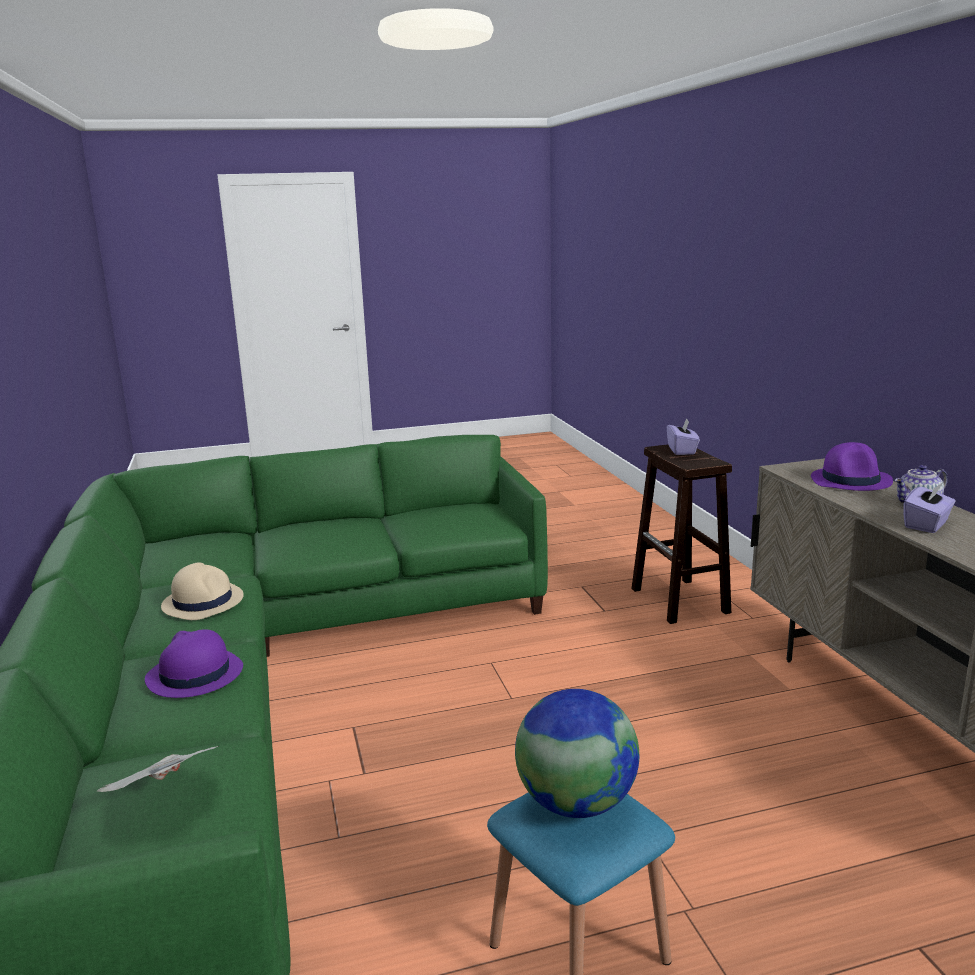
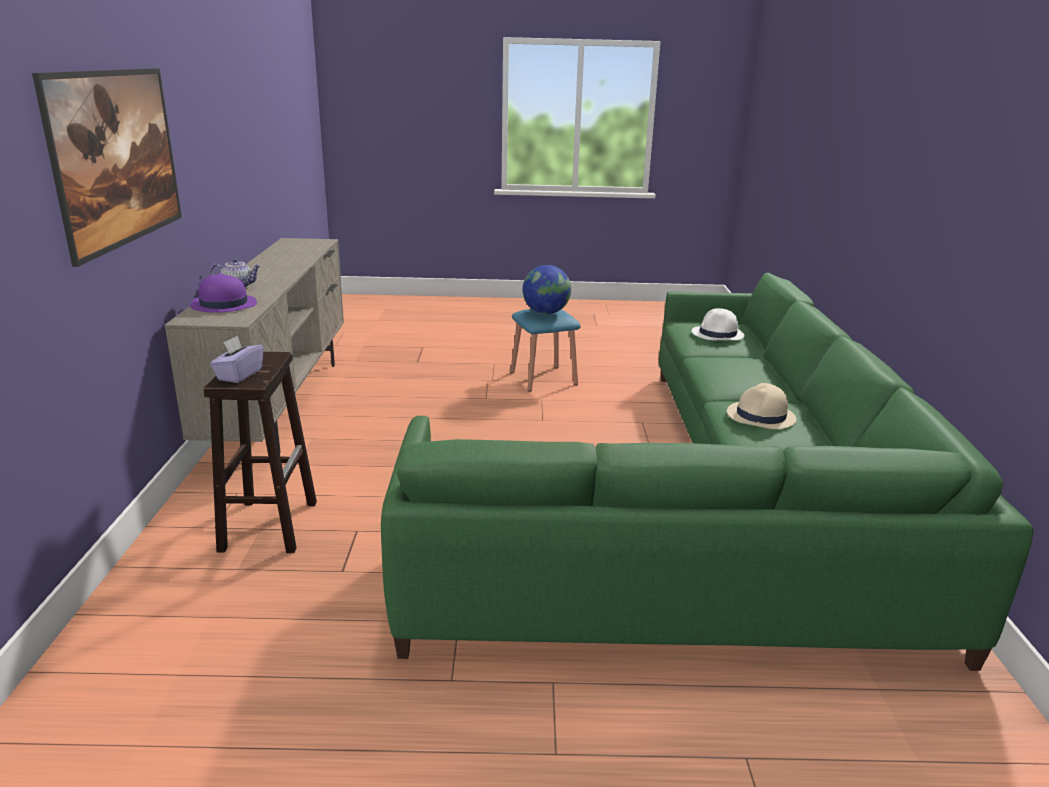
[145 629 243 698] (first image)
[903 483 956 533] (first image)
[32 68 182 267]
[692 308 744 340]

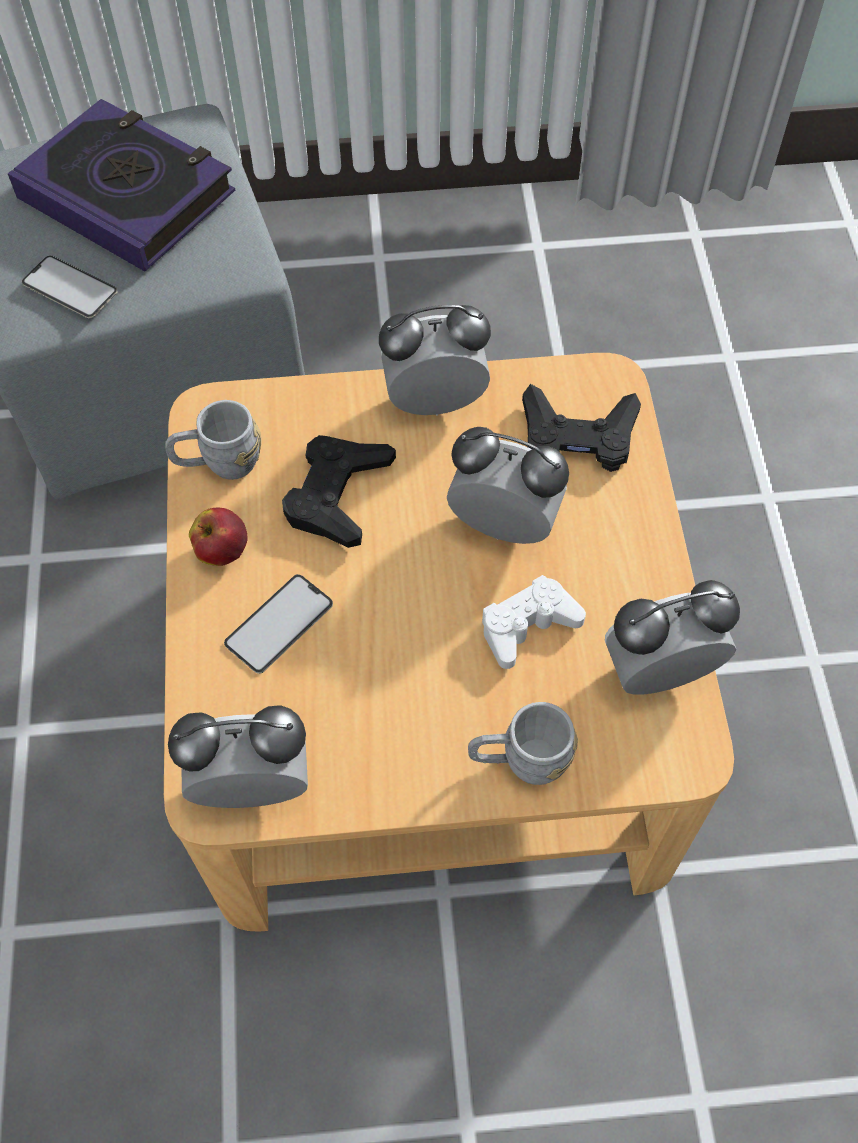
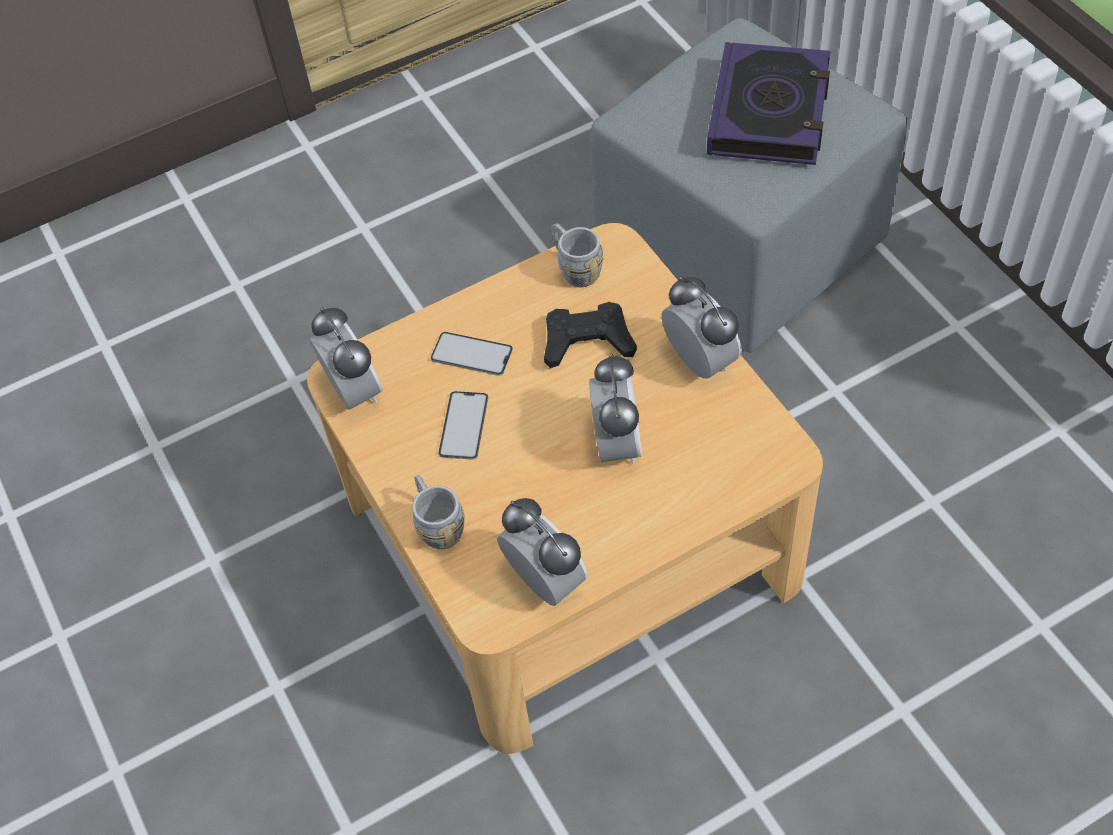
[189 508 248 566] (first image)
[482 575 586 669] (first image)
[522 384 641 472] (first image)
[438 391 488 460]

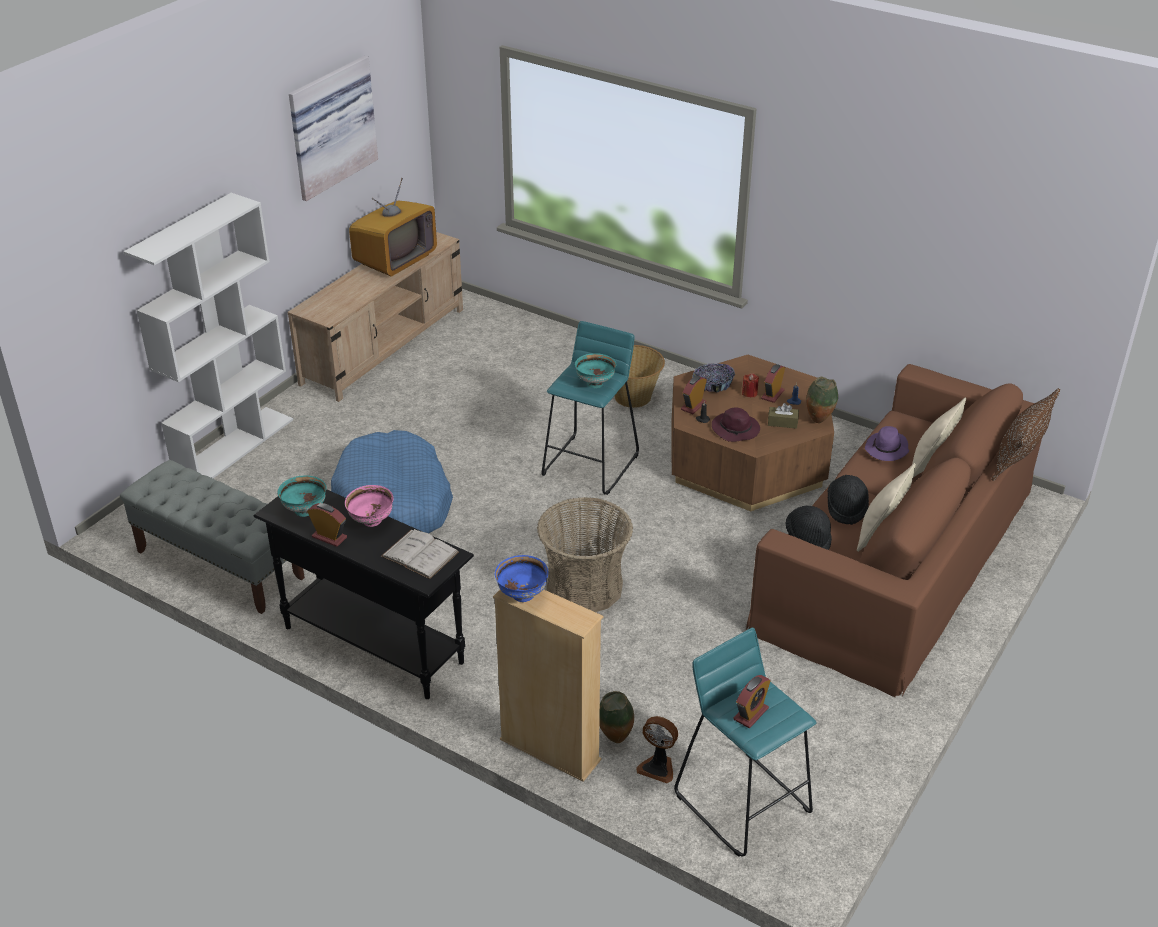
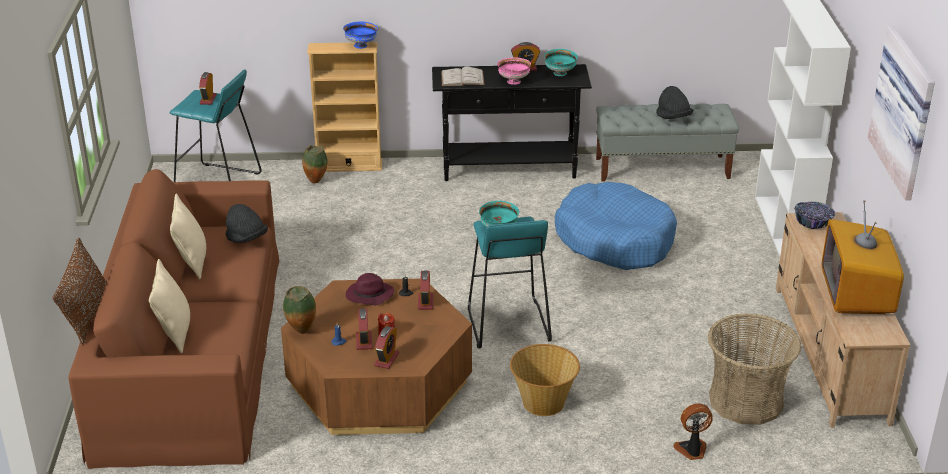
[768 403 799 429] (first image)
[865 426 909 461] (first image)
[374 326 399 369]
[708 313 801 425]
[673 404 713 460]
[794 202 836 229]
[656 86 693 119]

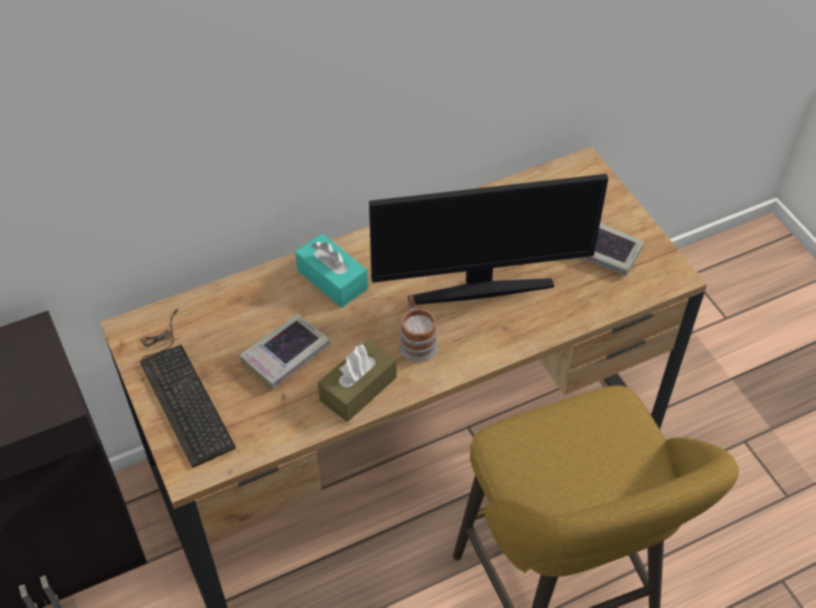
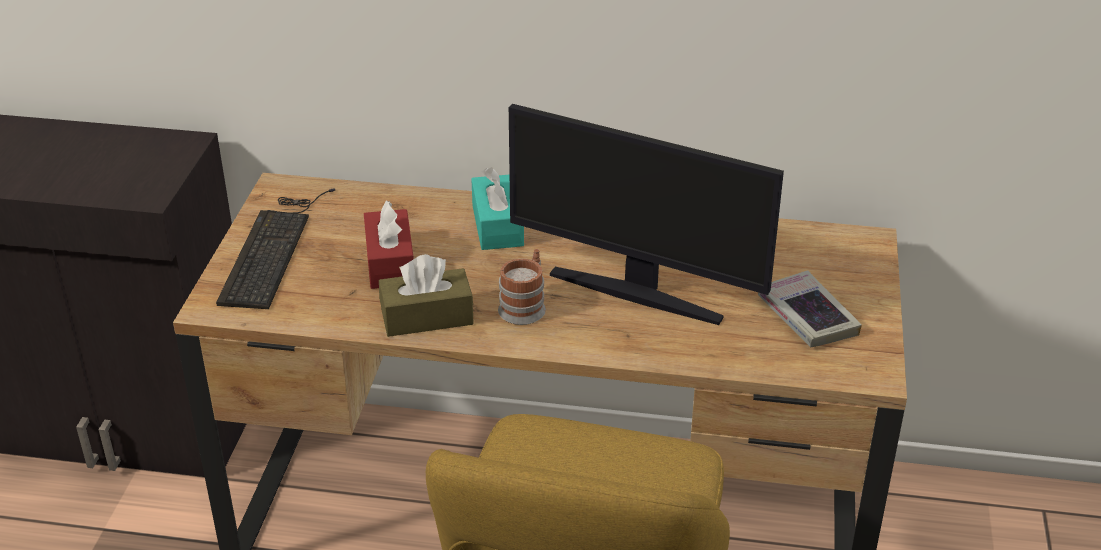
[364 200 414 289]

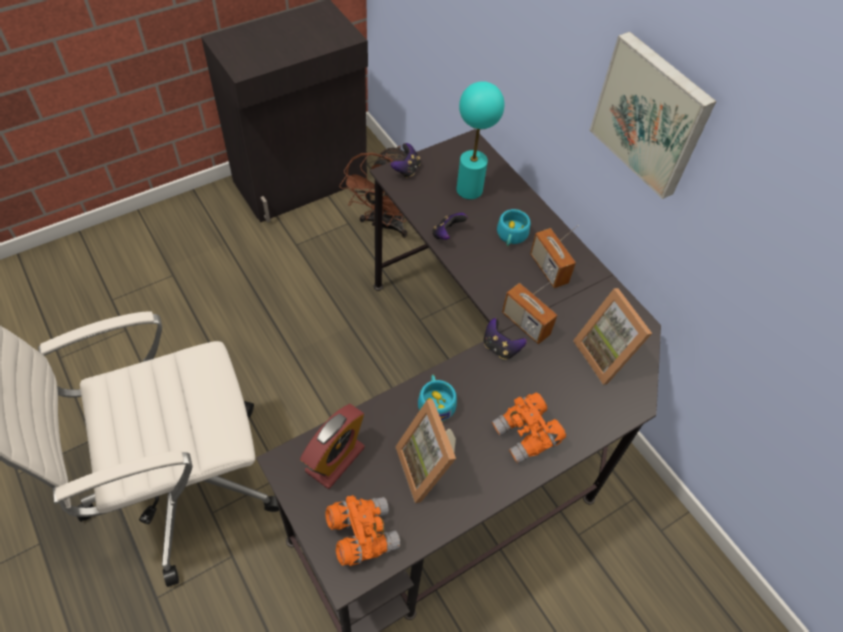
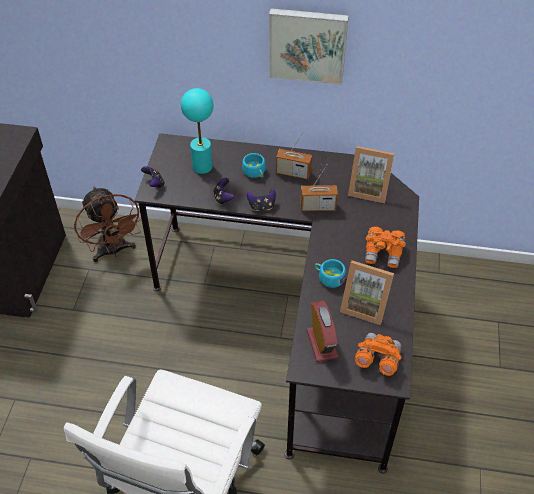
[247 189 276 211]

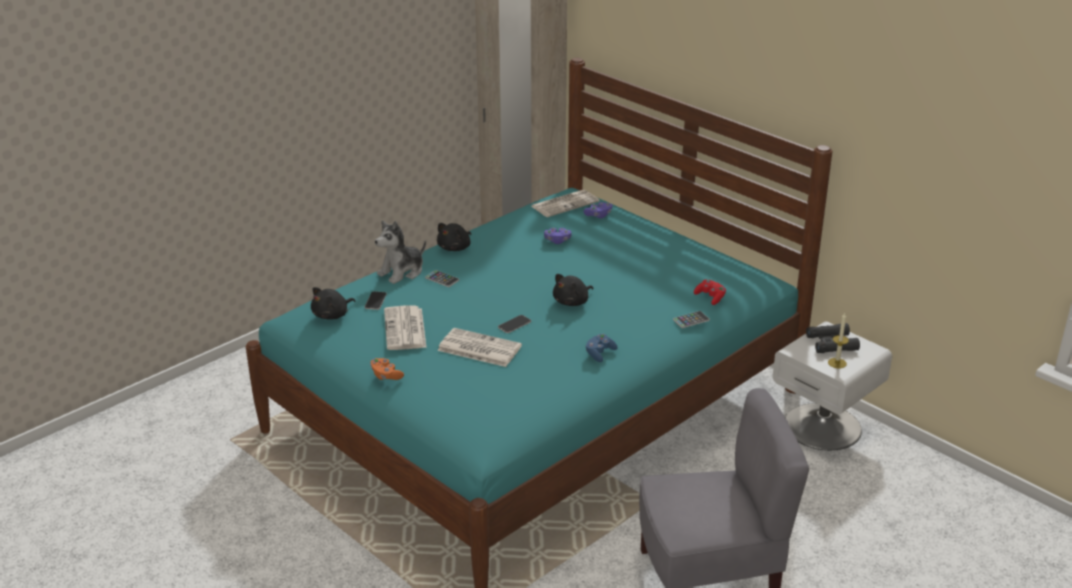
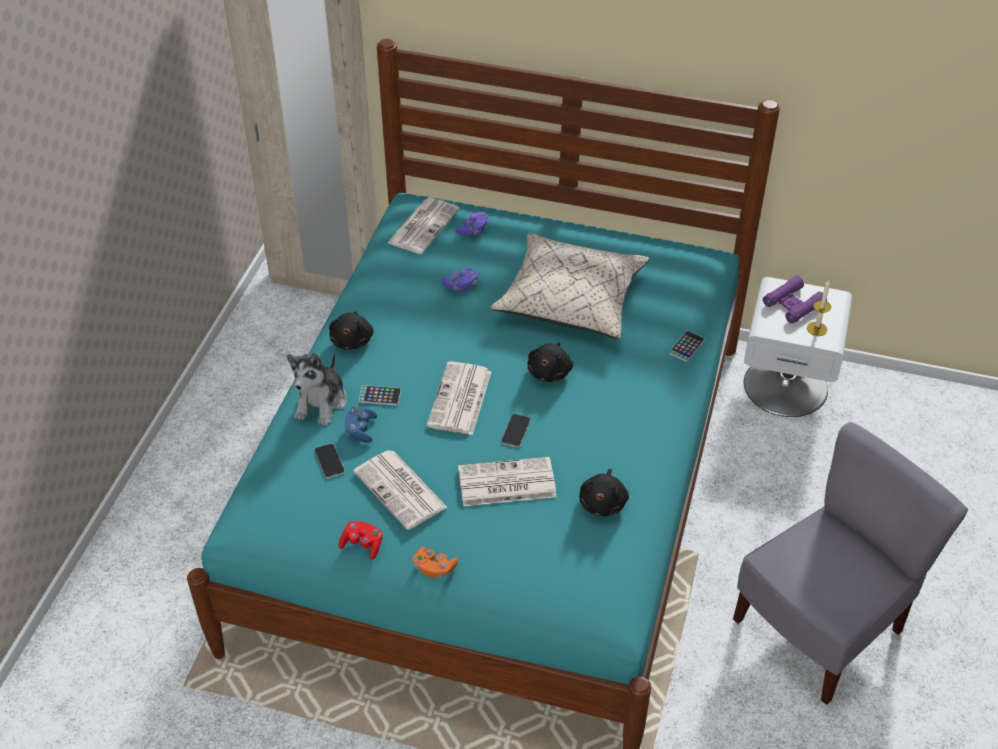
[427 361 491 435]
[491 233 649 339]
[579 469 629 516]
[345 406 377 443]
[339 521 383 560]
[763 276 827 324]

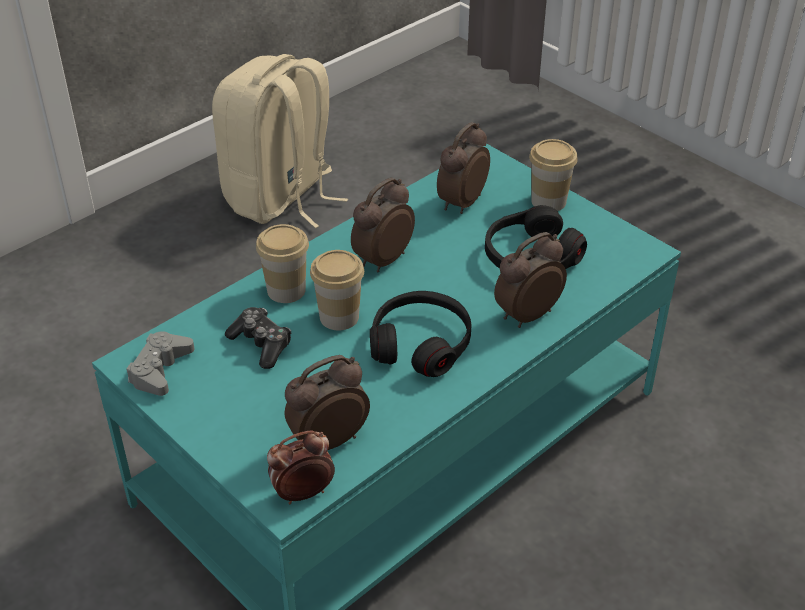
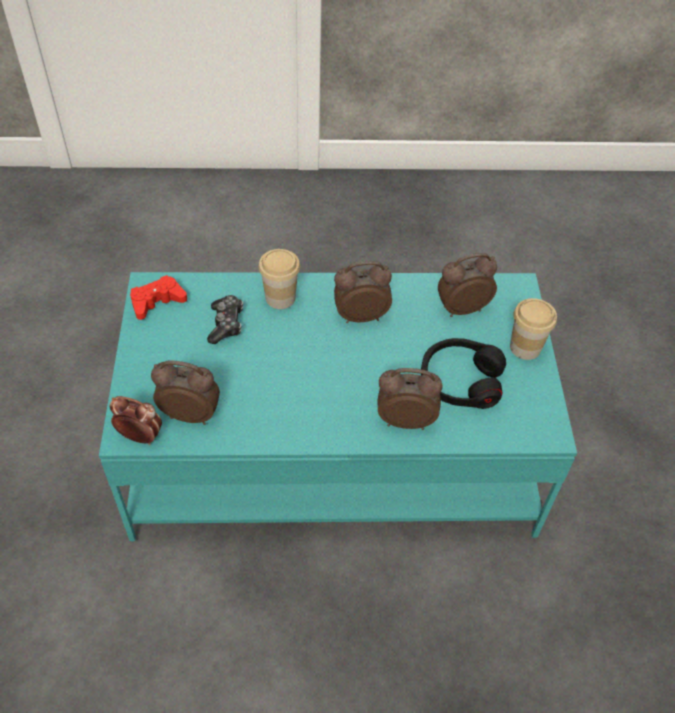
[212 54 348 228] (first image)
[310 250 364 330] (first image)
[370 291 471 377] (first image)
[130 275 187 320]

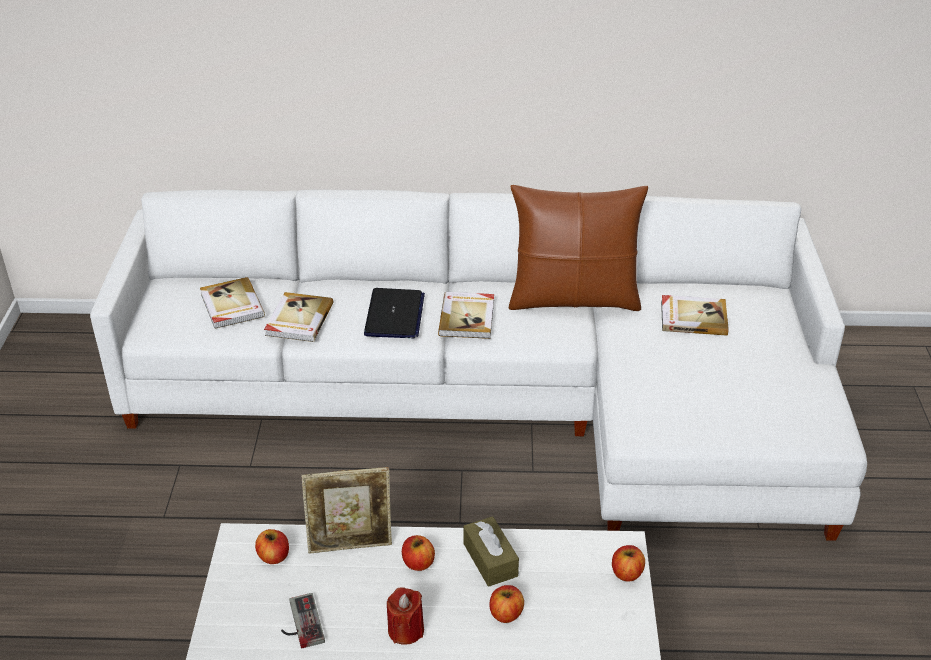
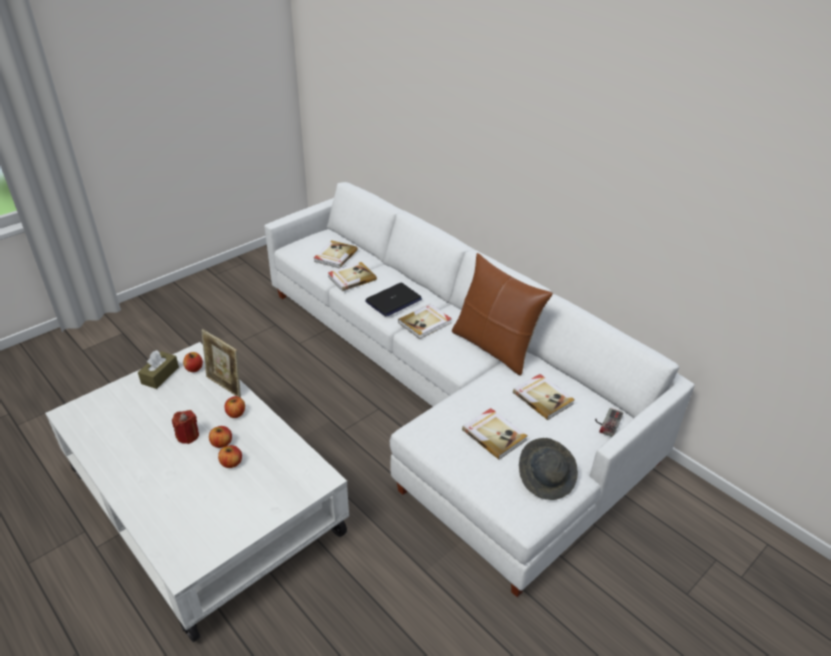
[462 408 527 460]
[519 438 578 500]
[595 408 623 437]
[138 350 179 389]
[209 426 232 448]

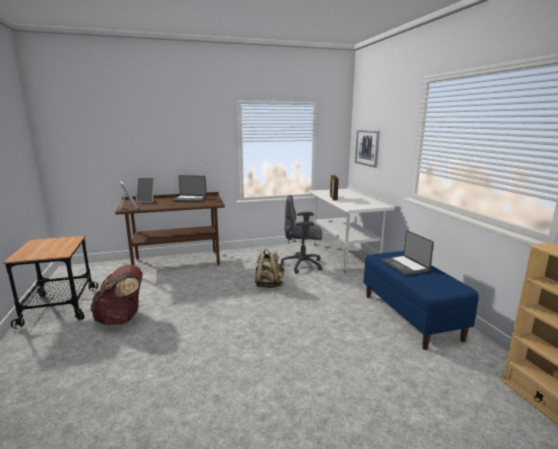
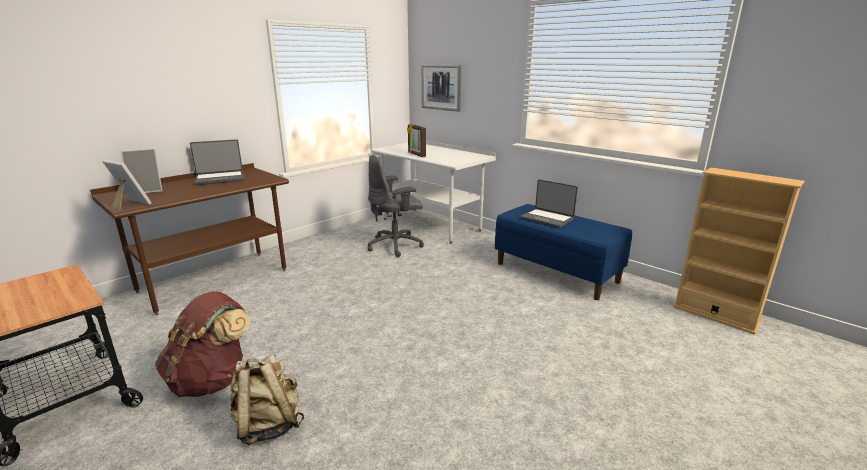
[230 354 304 445]

